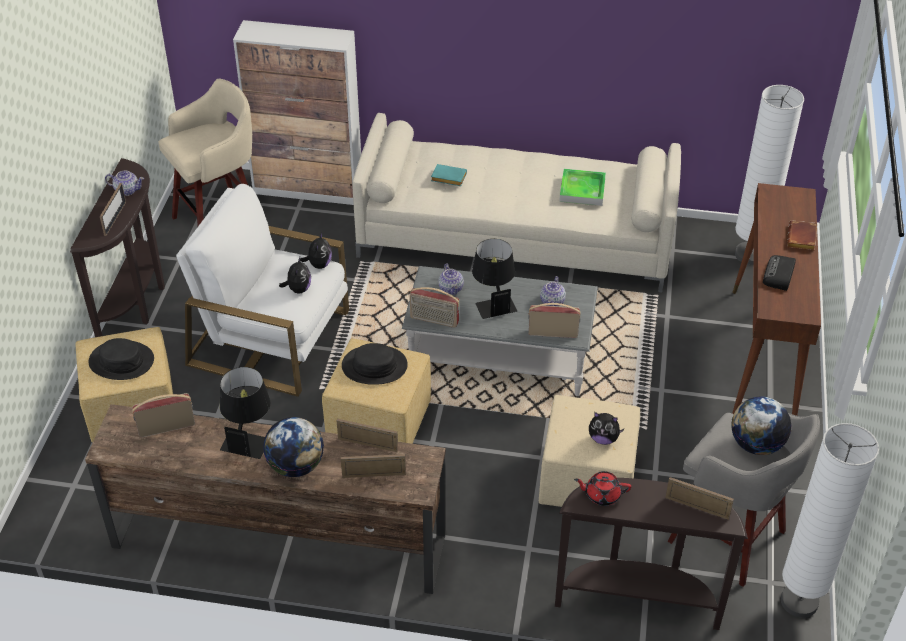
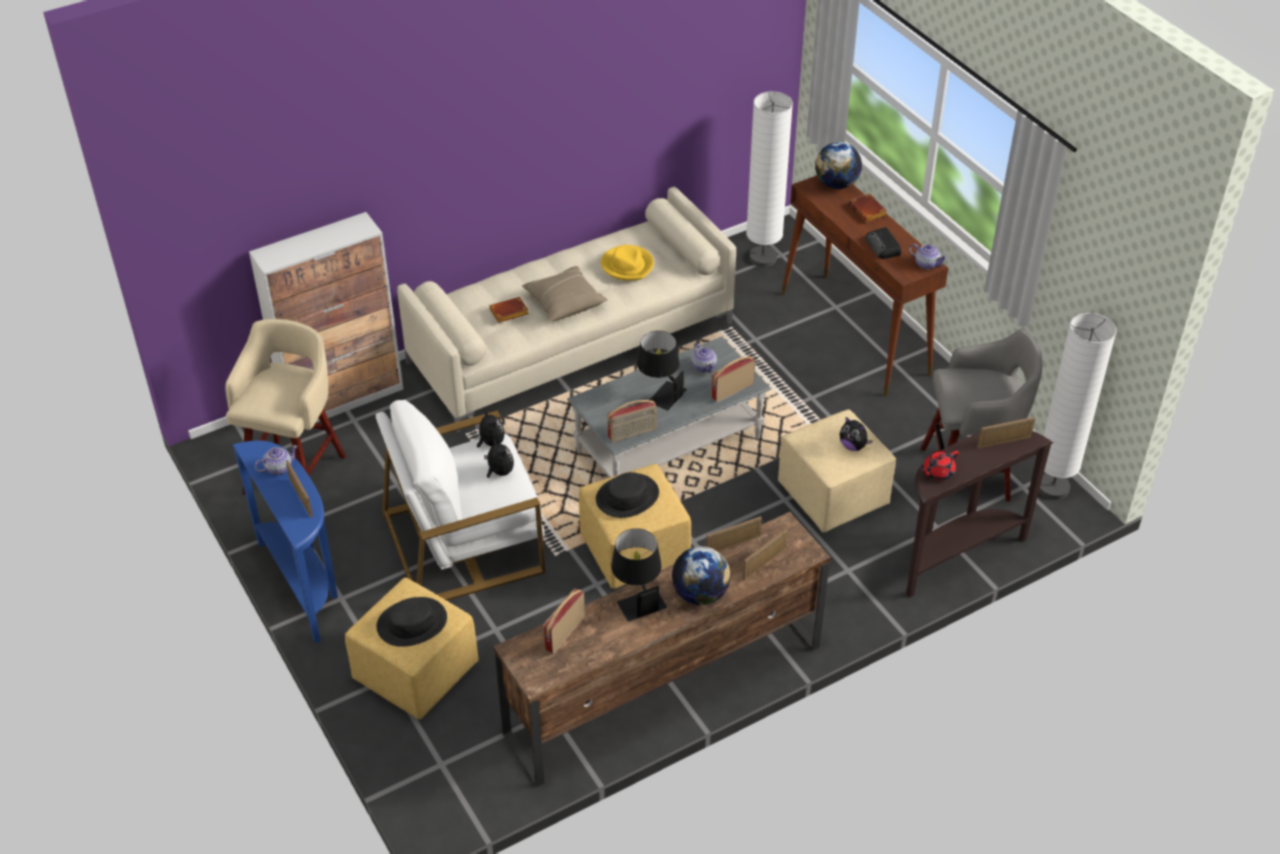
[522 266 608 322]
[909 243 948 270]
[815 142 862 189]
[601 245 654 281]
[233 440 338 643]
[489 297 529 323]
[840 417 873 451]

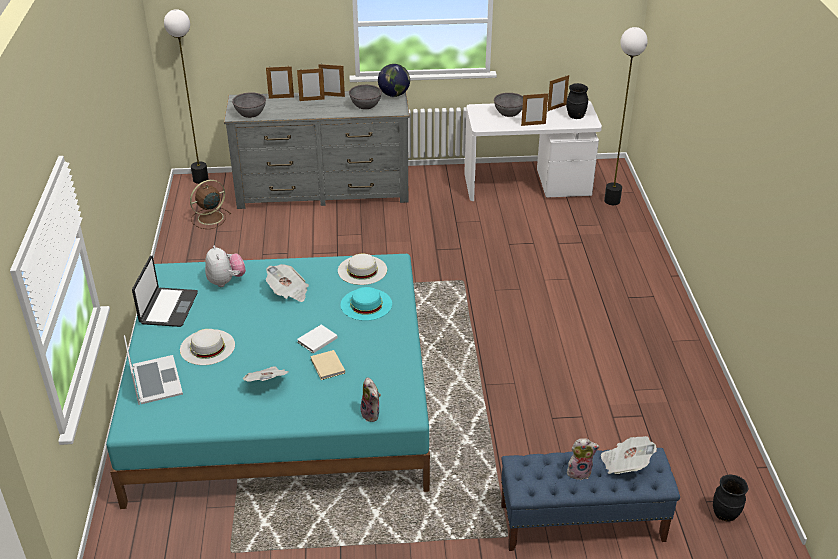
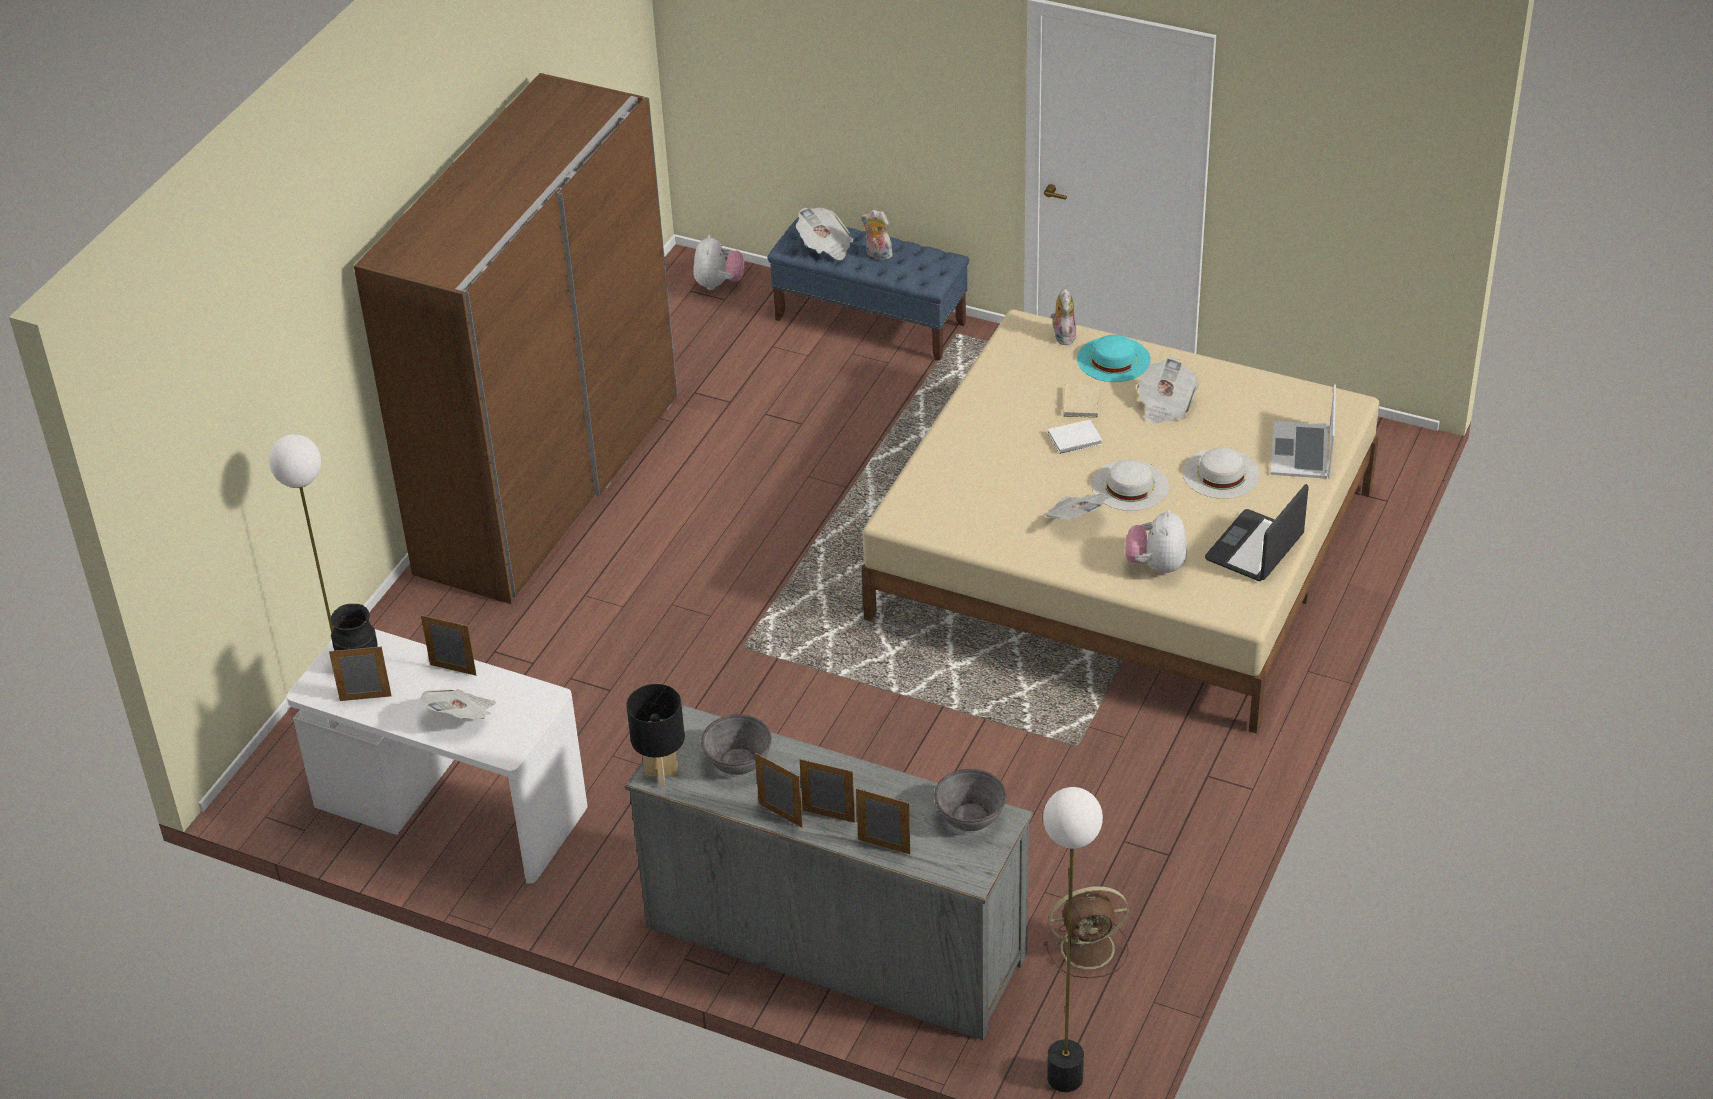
[354 73 678 604]
[1091 459 1169 511]
[1077 335 1151 382]
[626 684 685 786]
[421 689 496 719]
[693 235 744 290]
[862 310 1379 734]

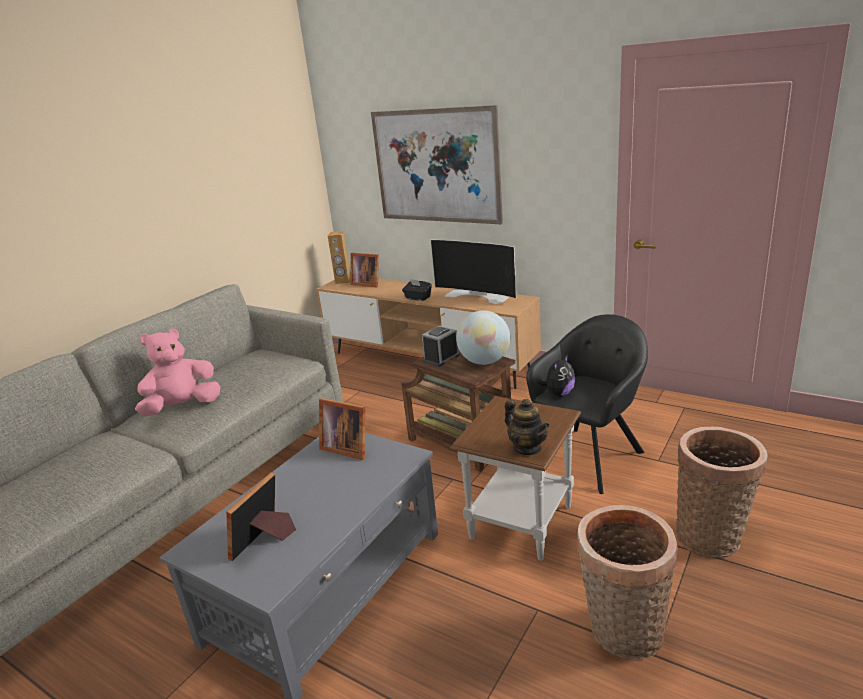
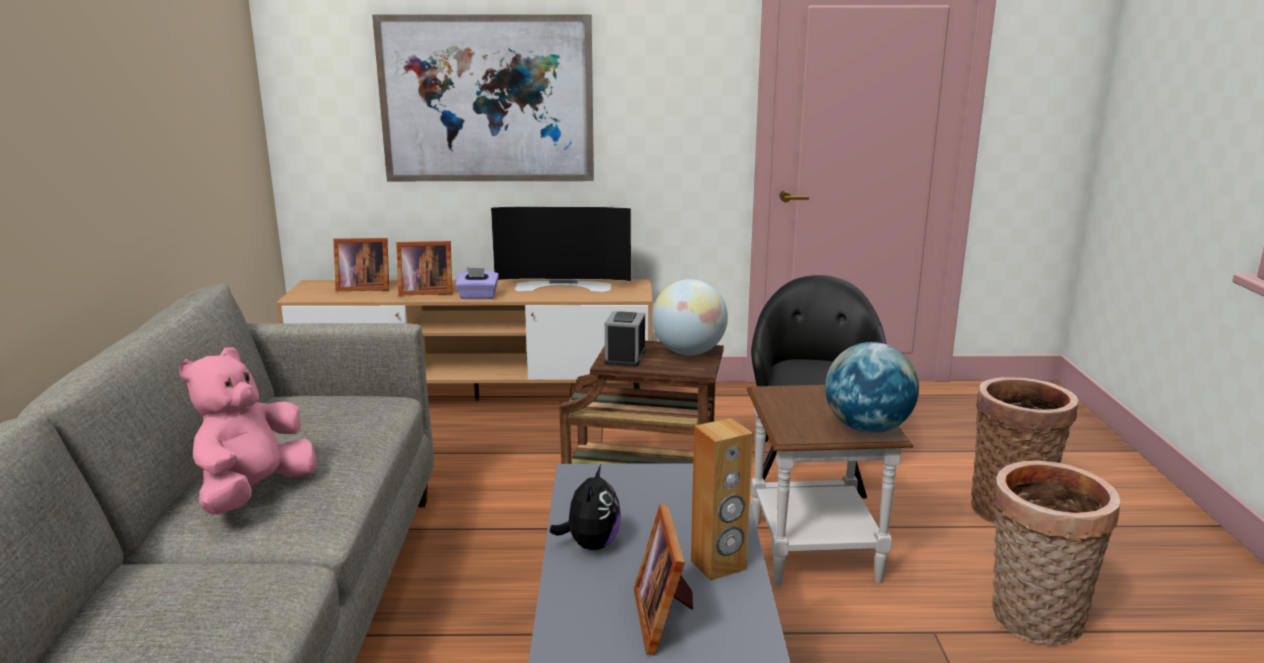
[396 241 453 295]
[691 418 753 581]
[549 465 621 550]
[825 342 919 433]
[455 268 499 299]

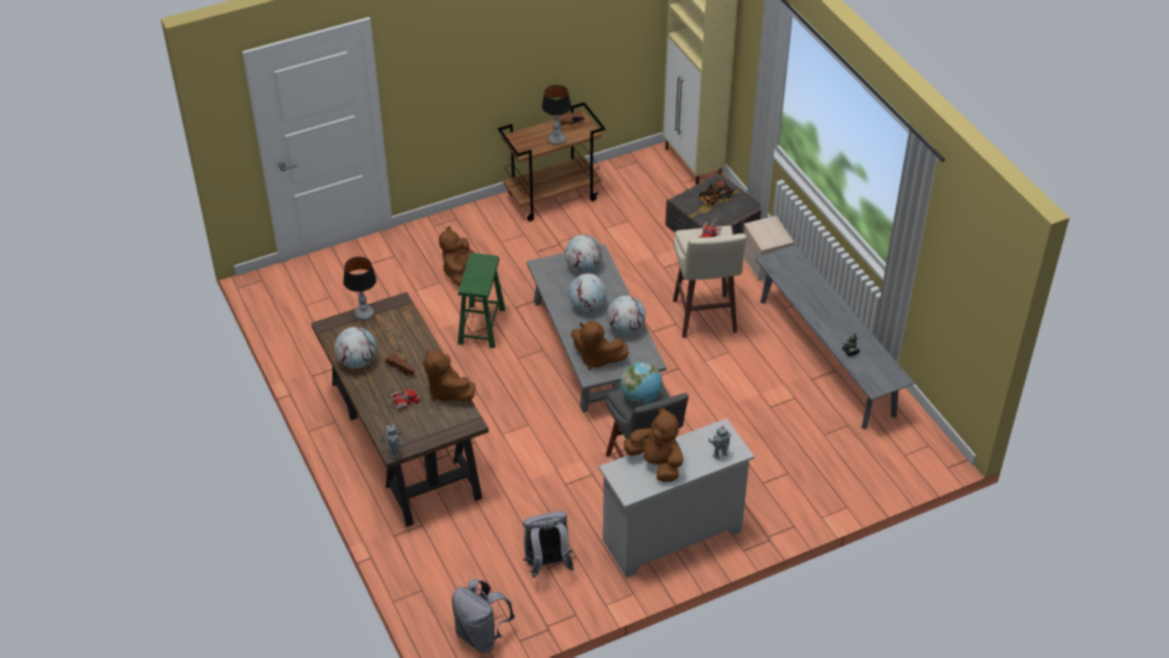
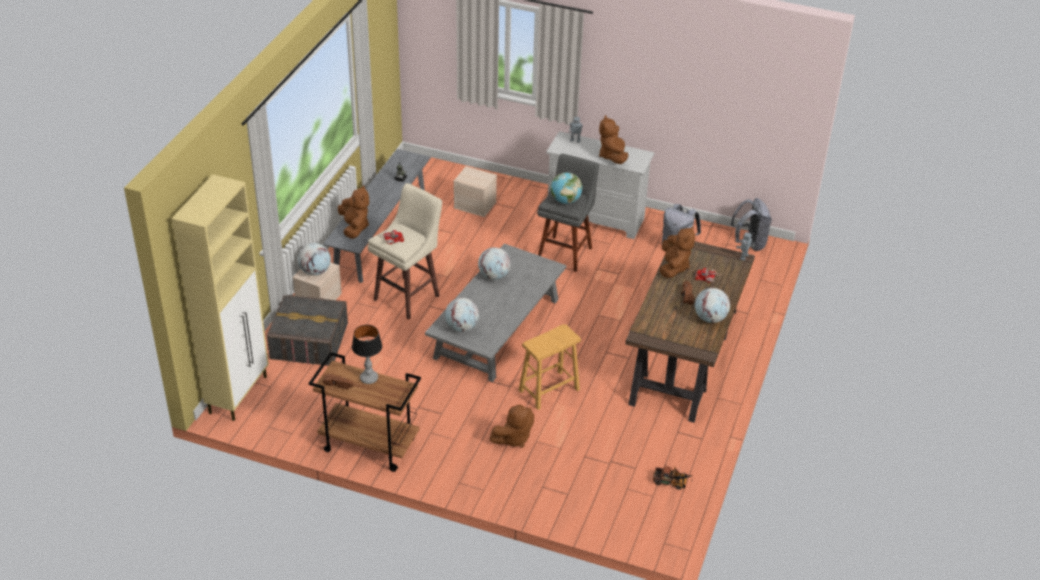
[343 257 377 321] (first image)
[453 166 497 217]
[298 243 331 276]
[338 185 369 239]
[653 466 693 490]
[519 324 581 410]

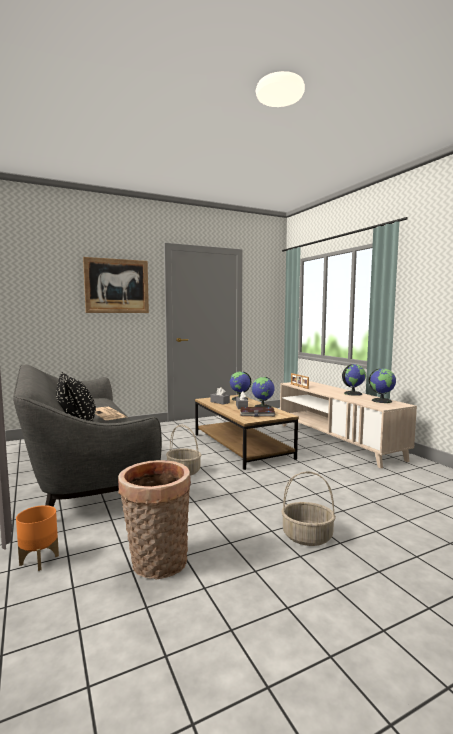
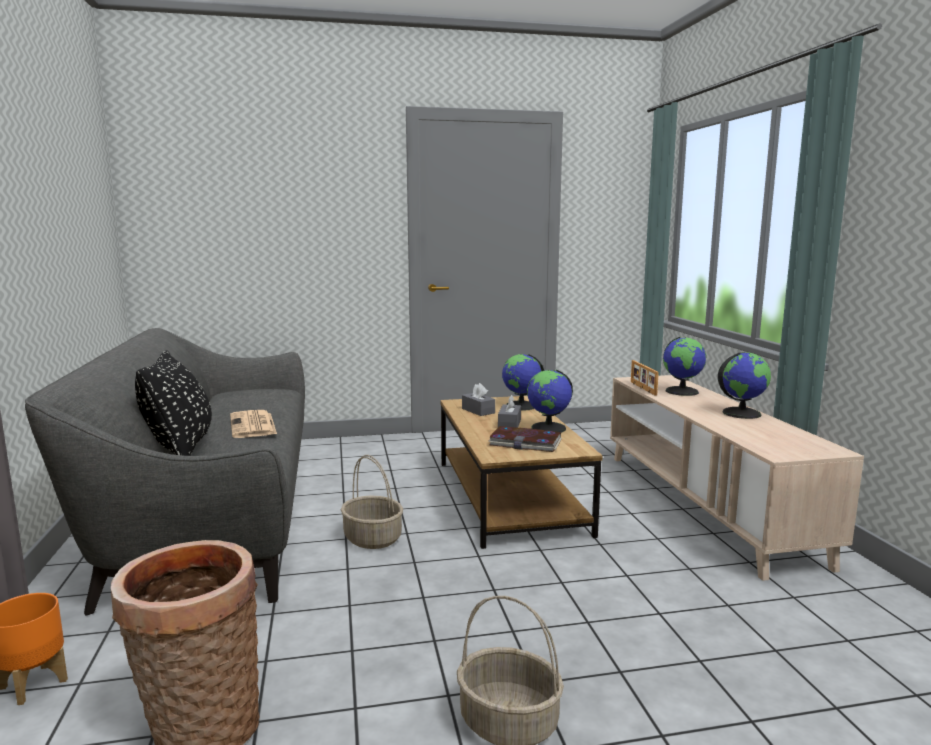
[83 257 149 313] (first image)
[663 337 706 396]

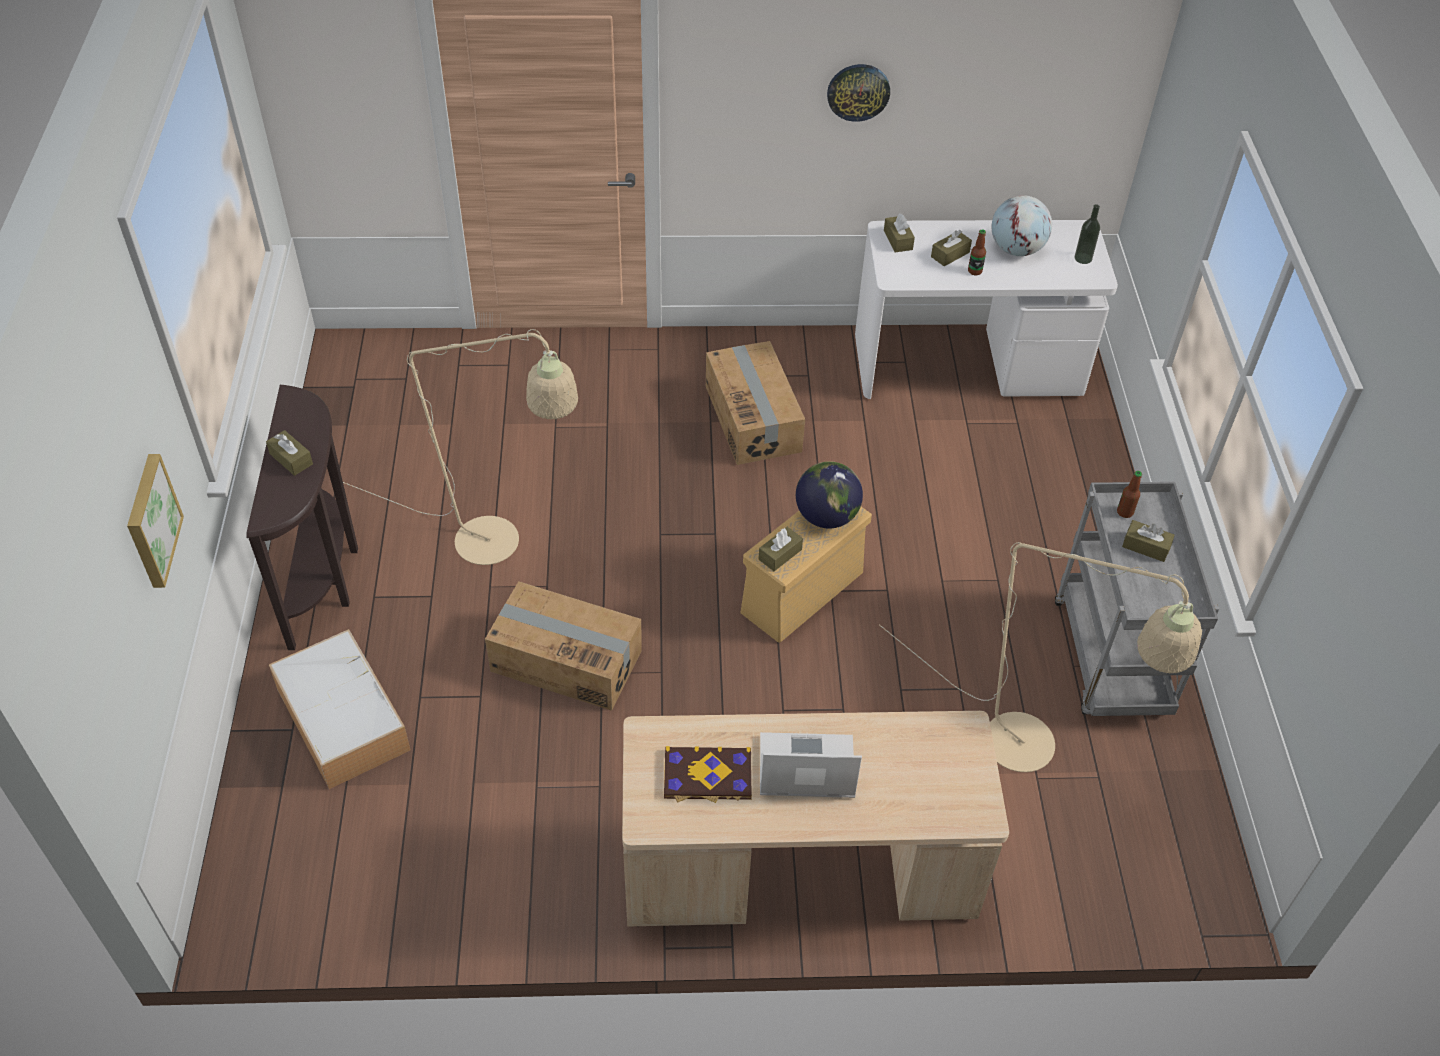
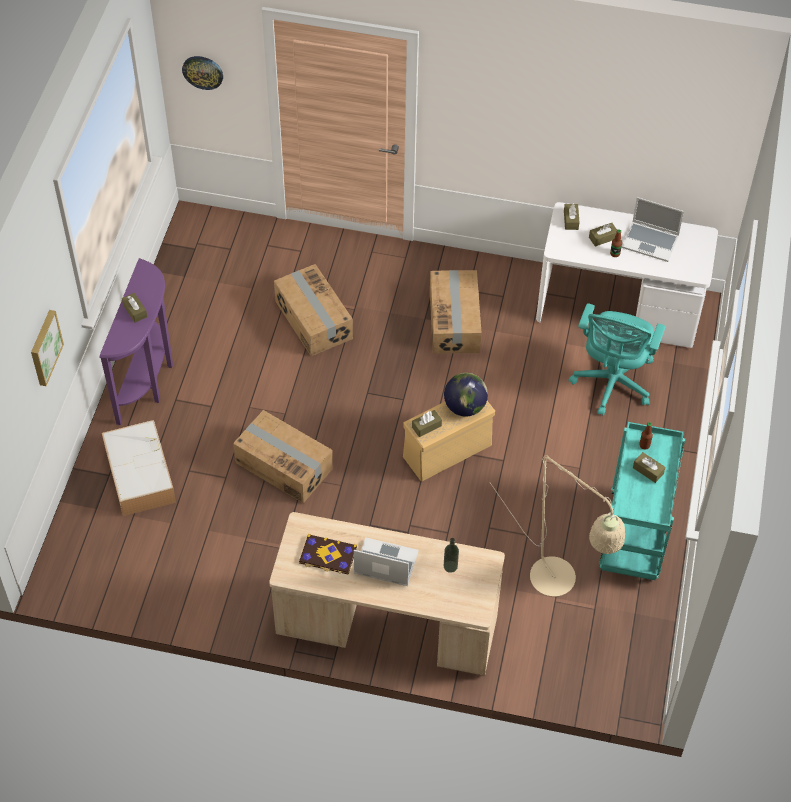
[343 329 578 565] (first image)
[274 264 353 356]
[568 303 666 416]
[182 56 223 90]
[444 538 459 573]
[622 197 684 262]
[99 258 173 425]
[599 422 685 580]

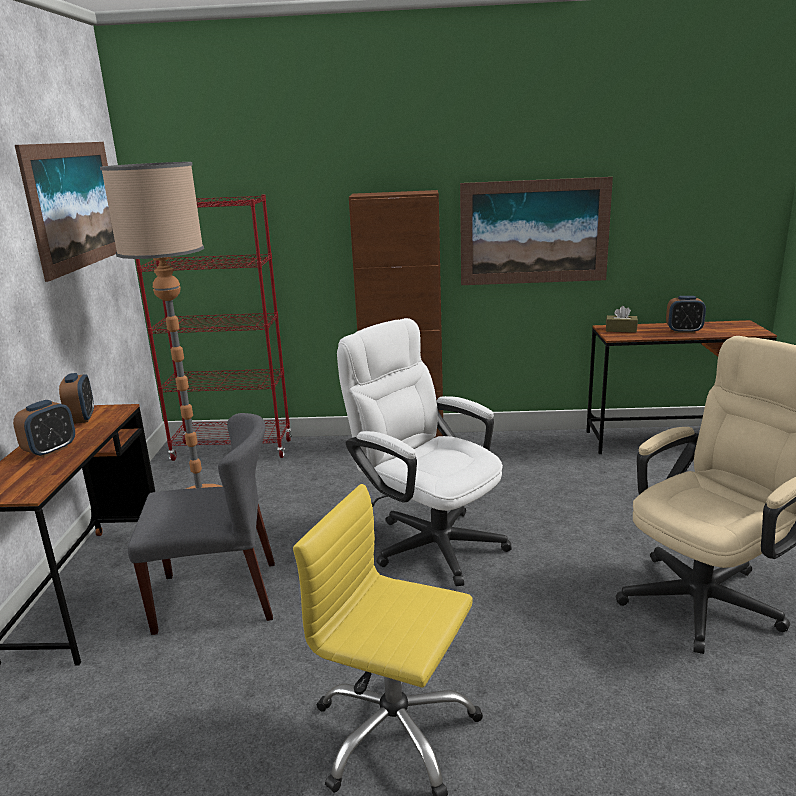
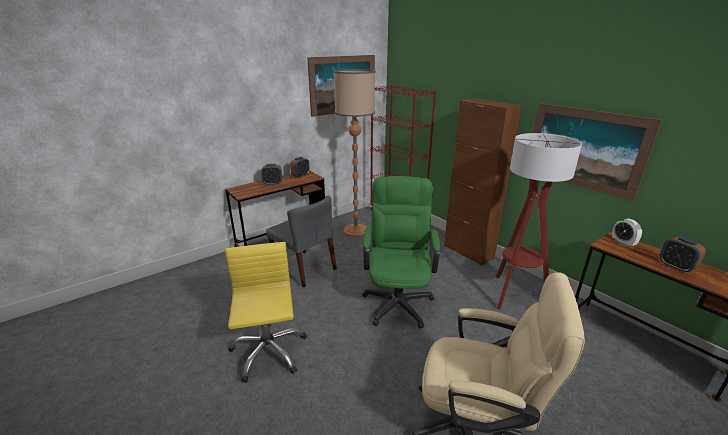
[496 133 582 309]
[612 219 642 247]
[362 176 440 329]

